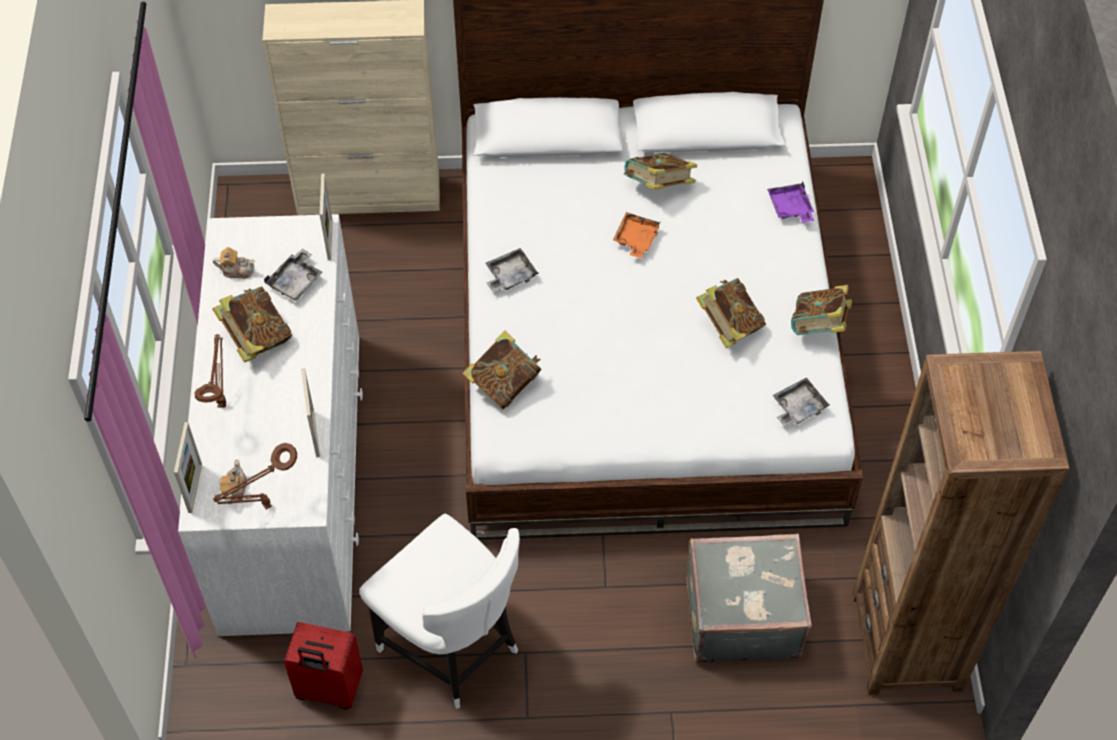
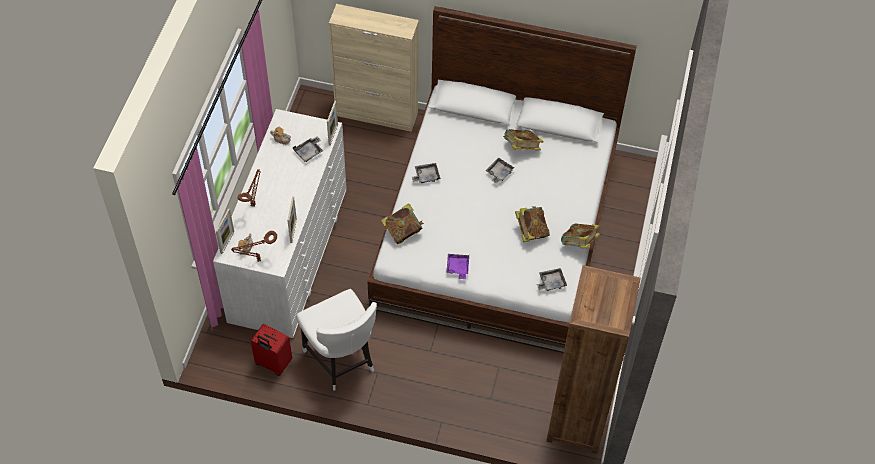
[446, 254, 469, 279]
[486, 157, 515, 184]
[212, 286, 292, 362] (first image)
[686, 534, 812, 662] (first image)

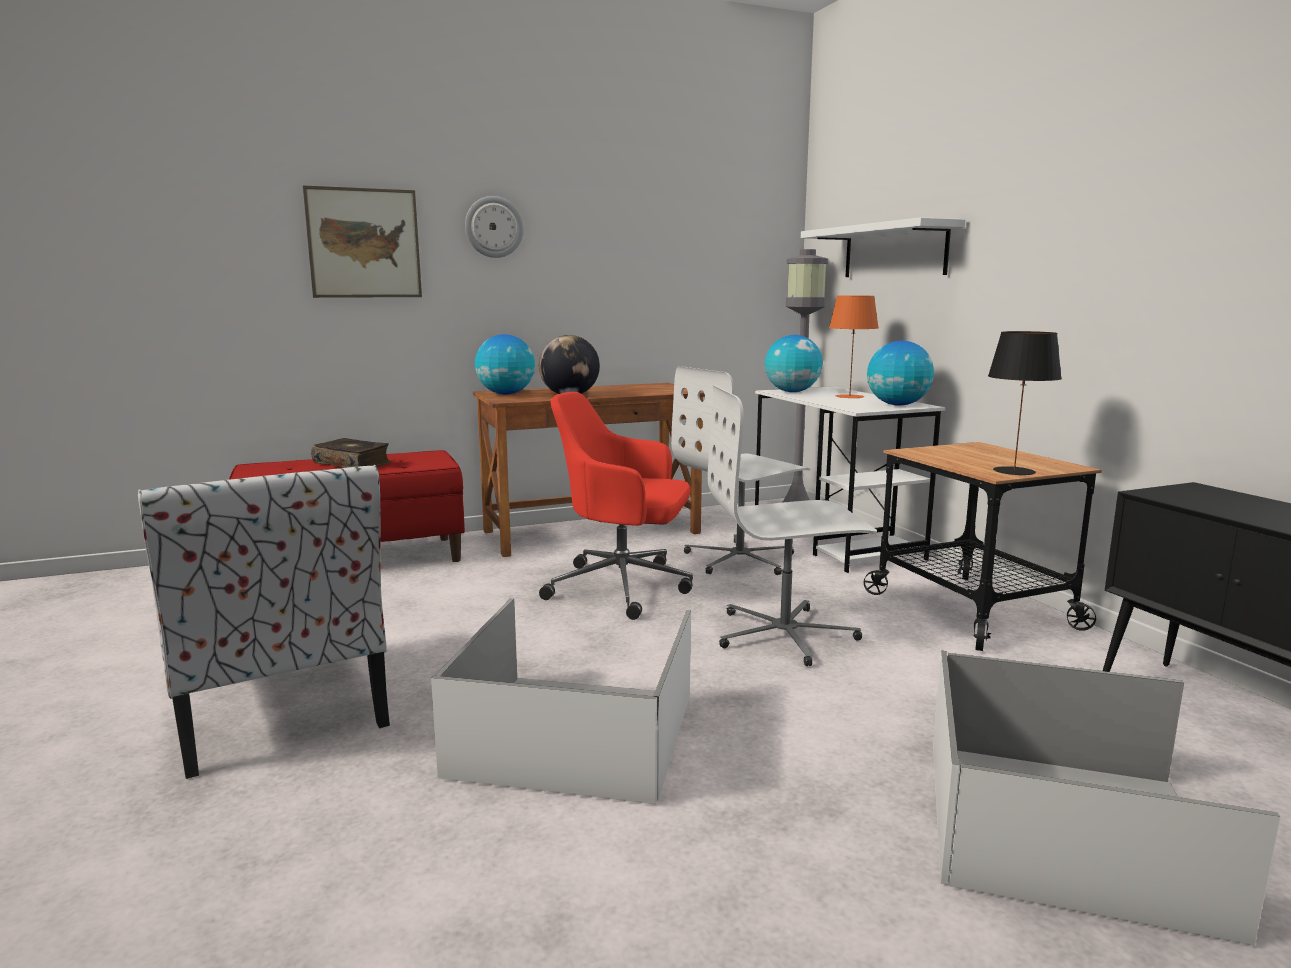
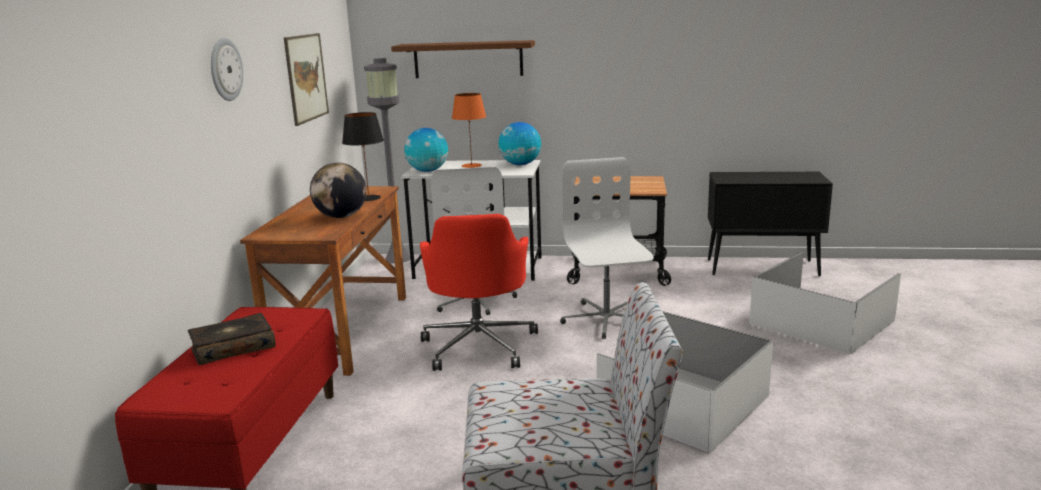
[284, 33, 329, 126]
[391, 40, 535, 78]
[342, 112, 384, 201]
[475, 334, 535, 394] (first image)
[560, 157, 654, 339]
[420, 214, 538, 371]

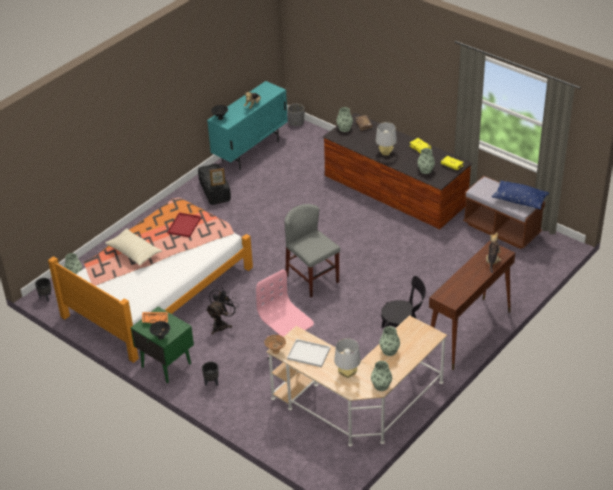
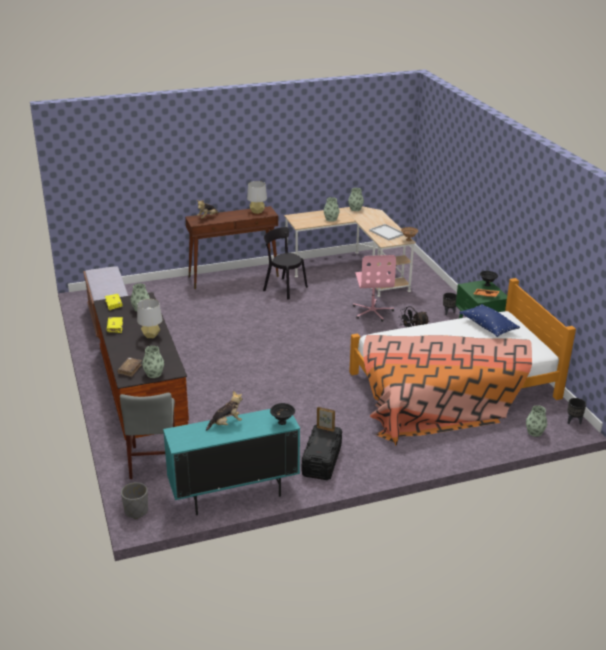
[459, 304, 520, 337]
[120, 393, 175, 479]
[167, 212, 201, 237] (first image)
[105, 228, 162, 266] (first image)
[247, 181, 267, 214]

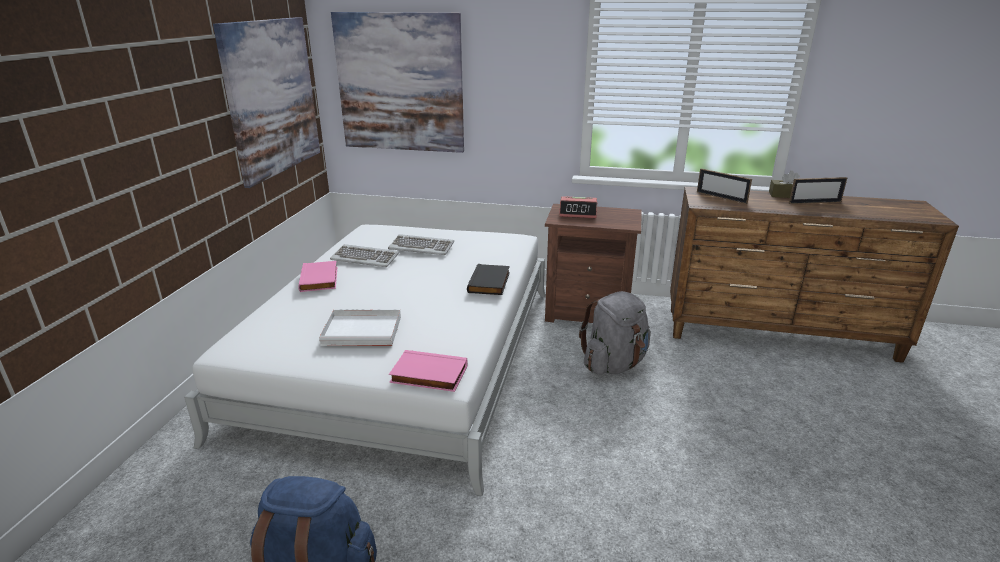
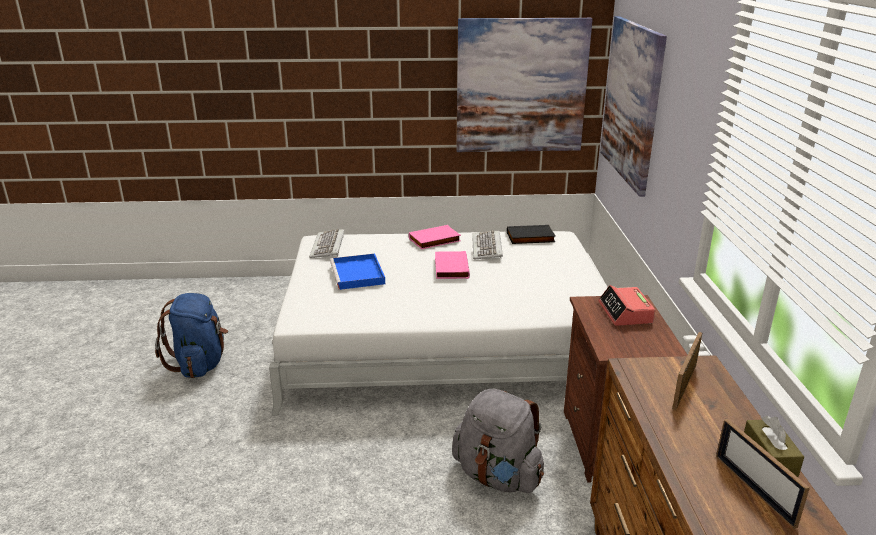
[309, 229, 345, 258]
[507, 225, 556, 244]
[330, 254, 385, 290]
[435, 251, 470, 279]

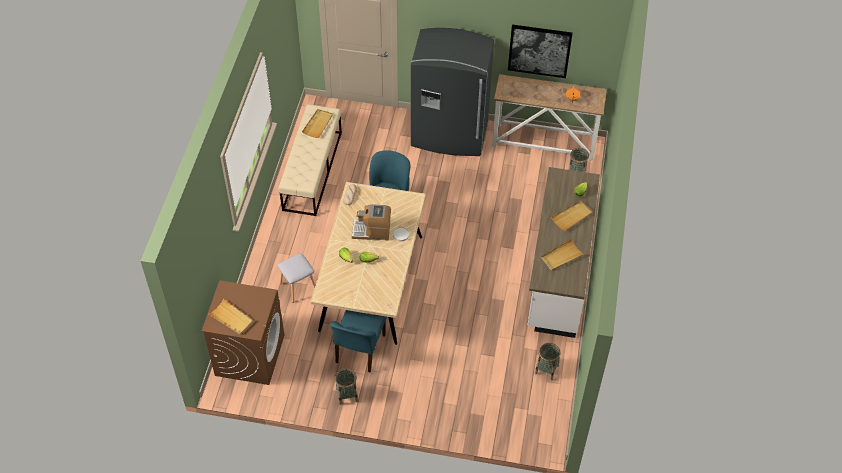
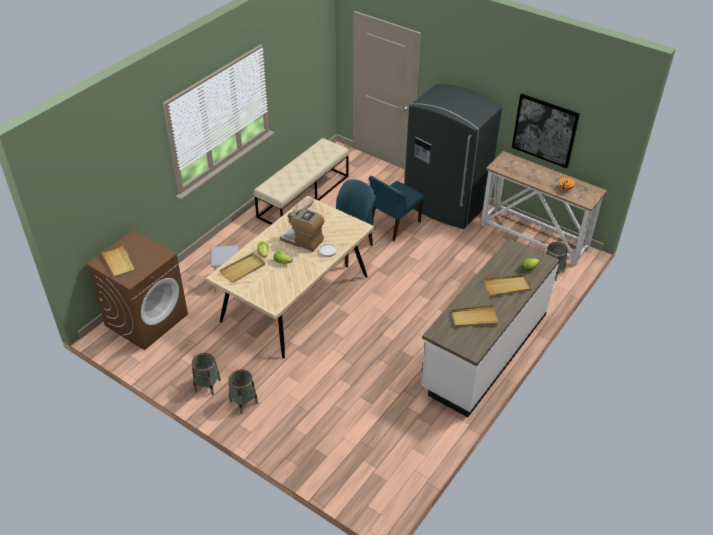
[219, 253, 265, 283]
[369, 176, 424, 241]
[229, 369, 258, 414]

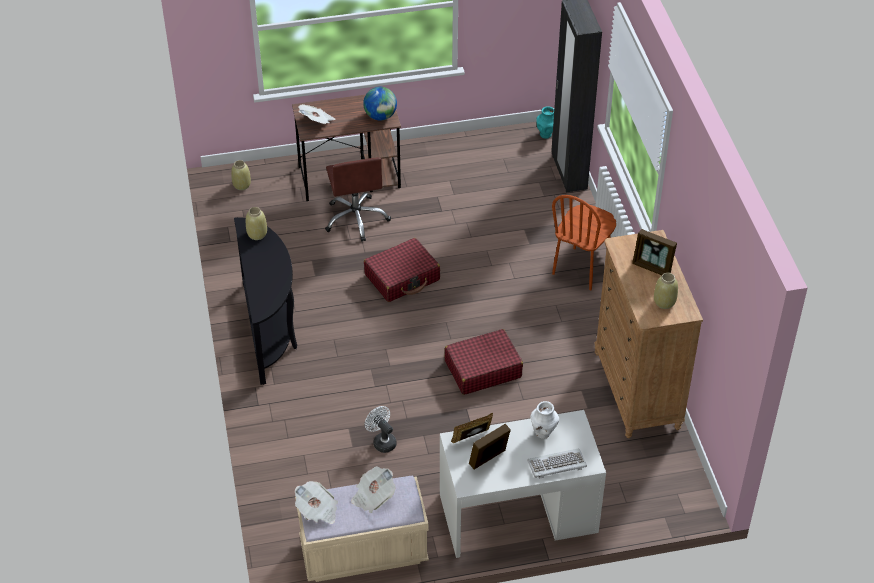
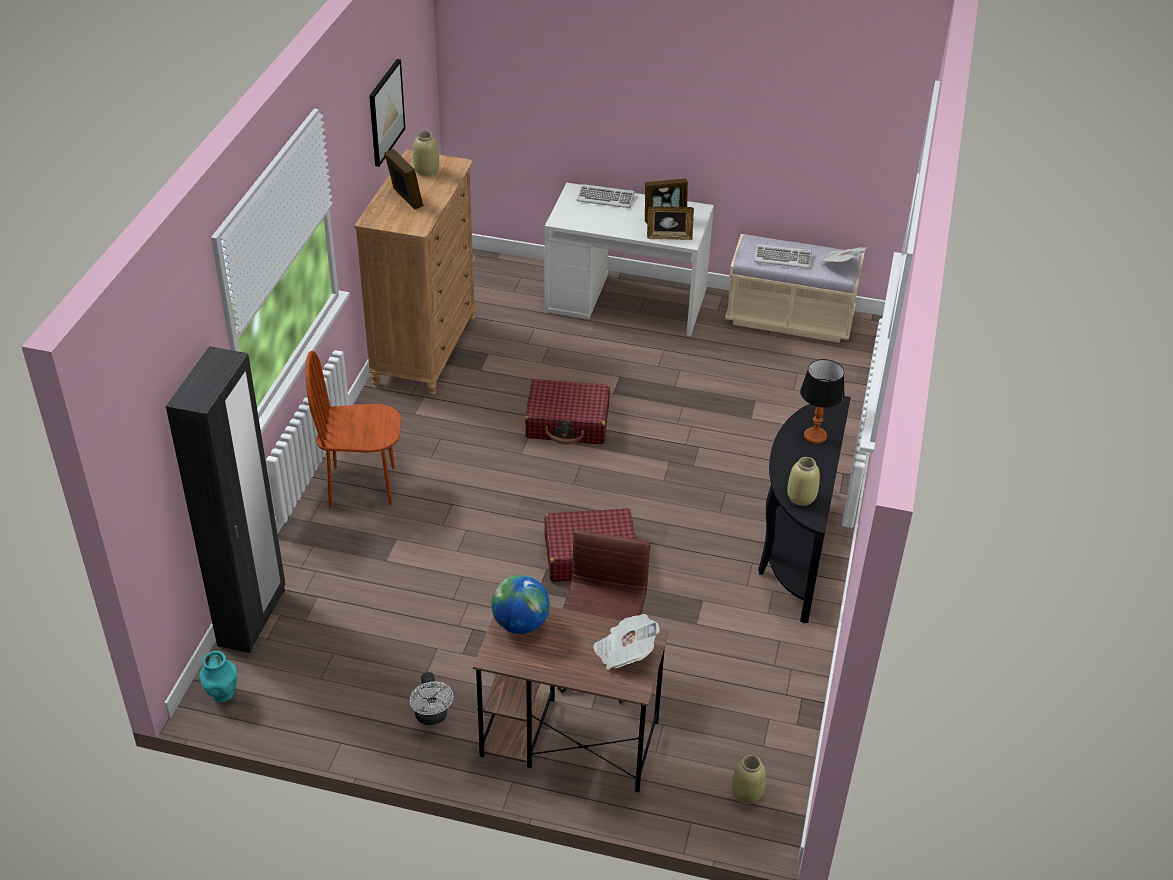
[305, 351, 401, 508]
[530, 401, 559, 439] (first image)
[409, 672, 453, 725]
[754, 244, 812, 268]
[369, 59, 406, 167]
[800, 359, 845, 444]

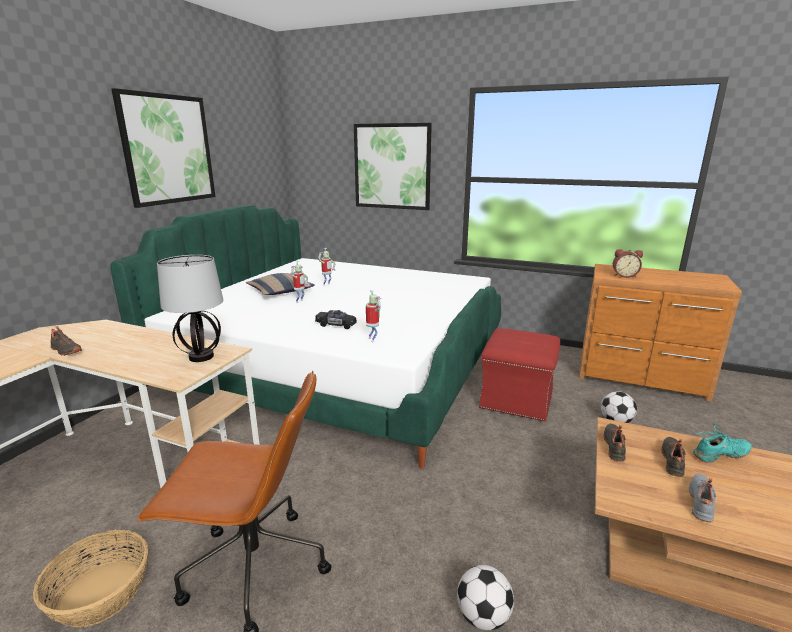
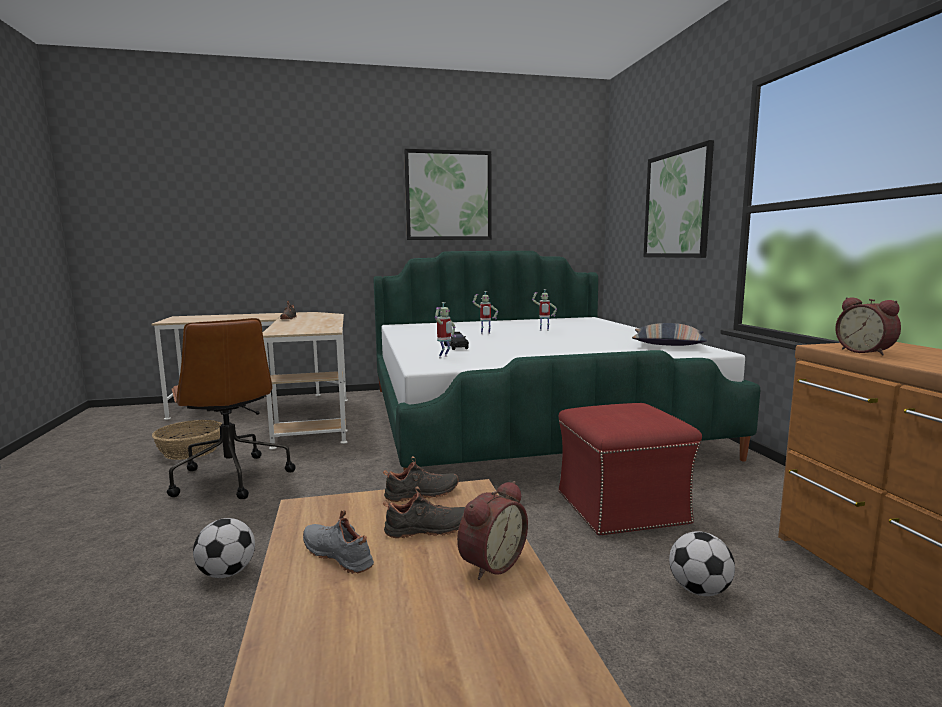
[157, 255, 223, 362] (first image)
[632, 323, 707, 346]
[457, 481, 528, 580]
[303, 510, 374, 574]

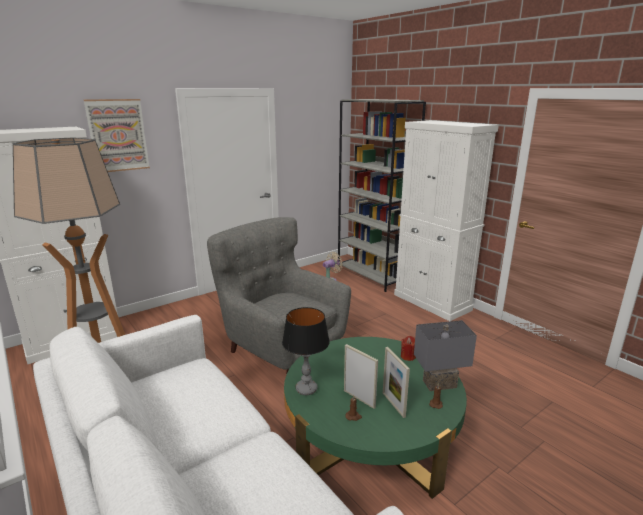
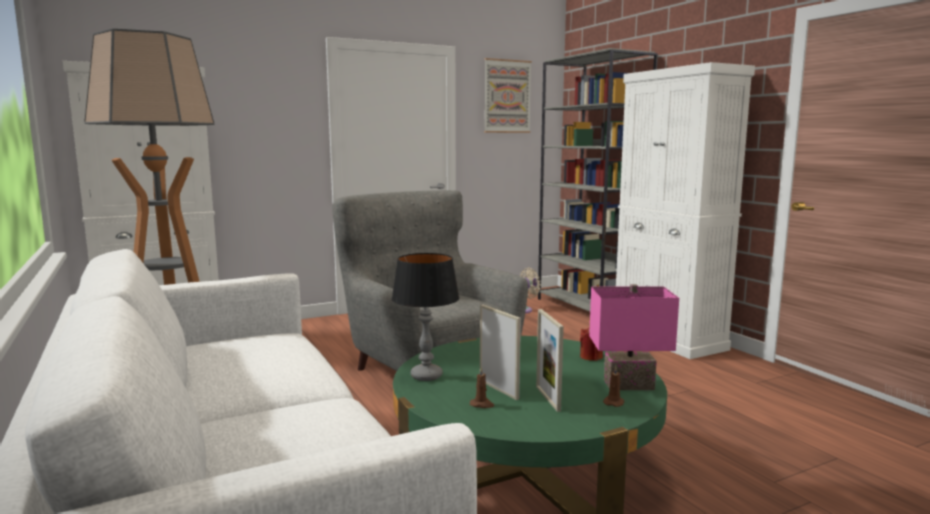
[484, 58, 532, 133]
[589, 284, 679, 390]

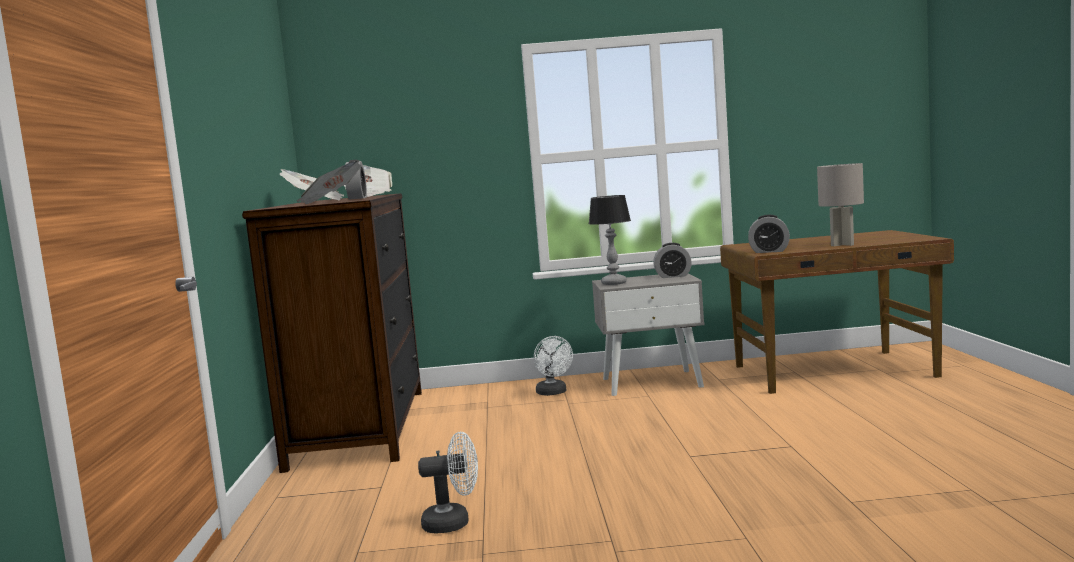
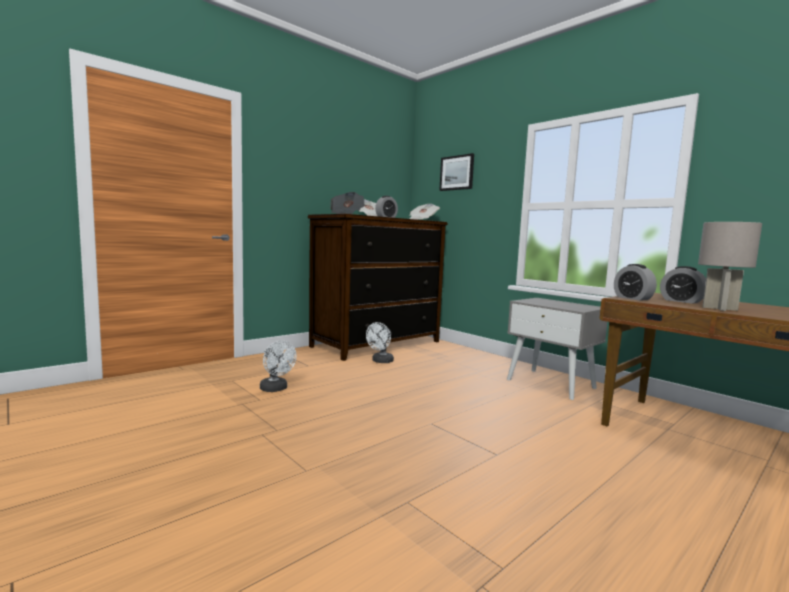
[589, 195, 631, 285] (first image)
[660, 266, 706, 304]
[366, 322, 394, 363]
[439, 153, 474, 191]

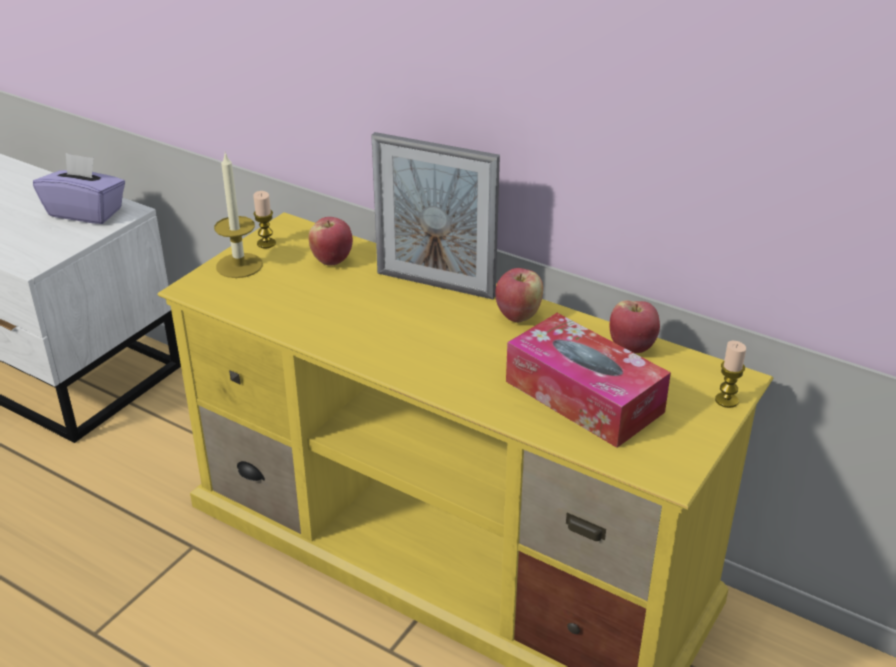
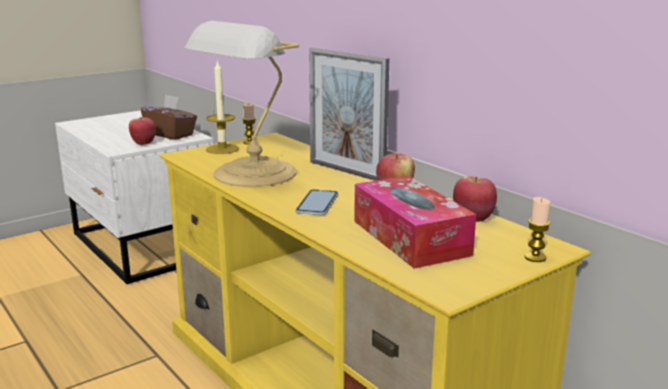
[141, 94, 197, 140]
[129, 117, 156, 145]
[185, 21, 299, 187]
[295, 189, 338, 215]

